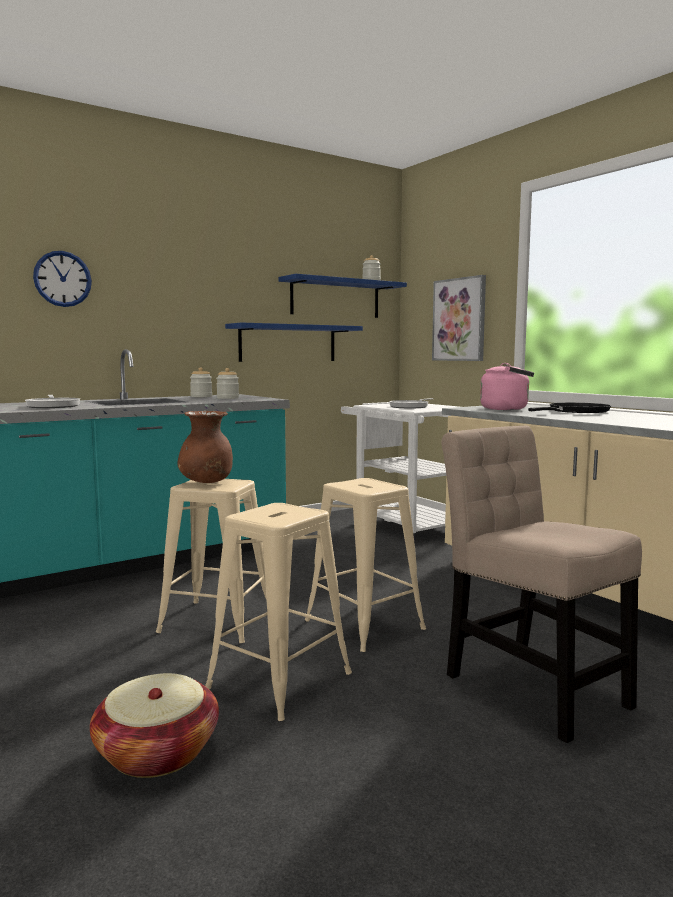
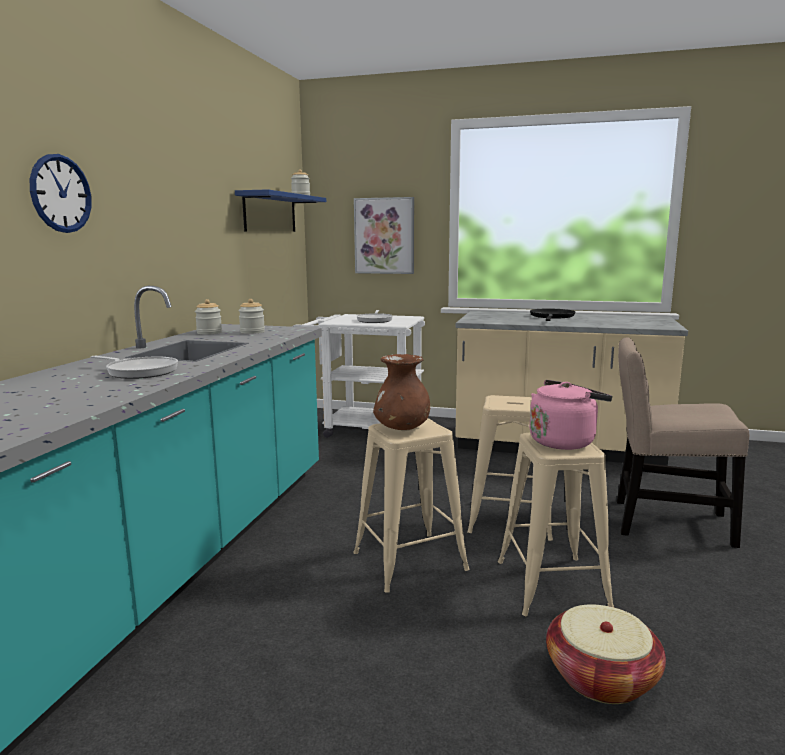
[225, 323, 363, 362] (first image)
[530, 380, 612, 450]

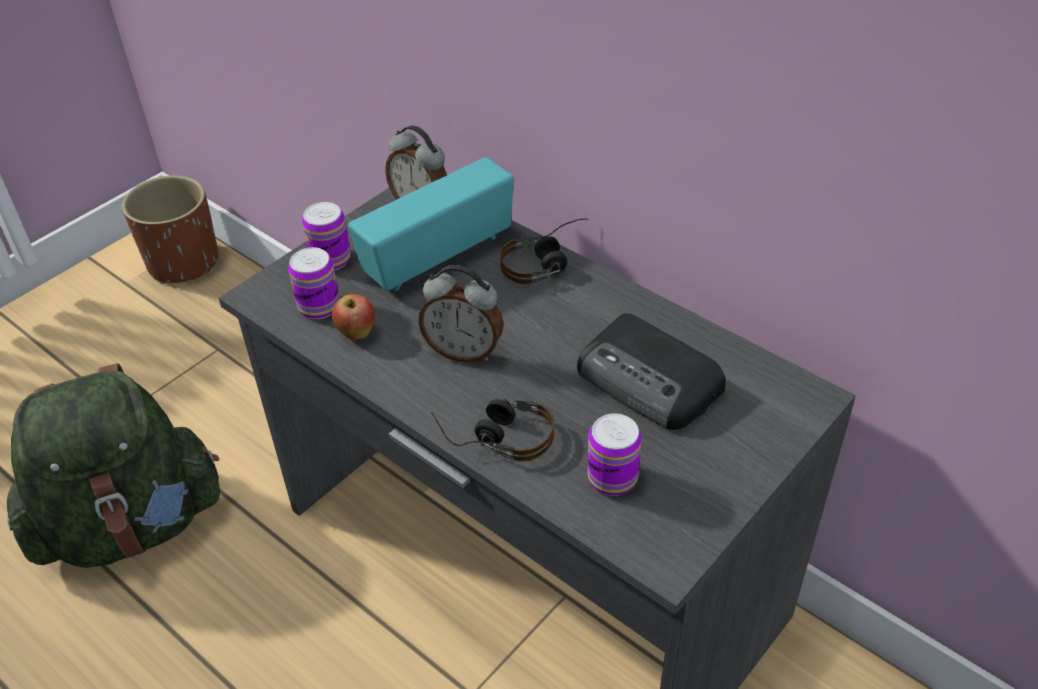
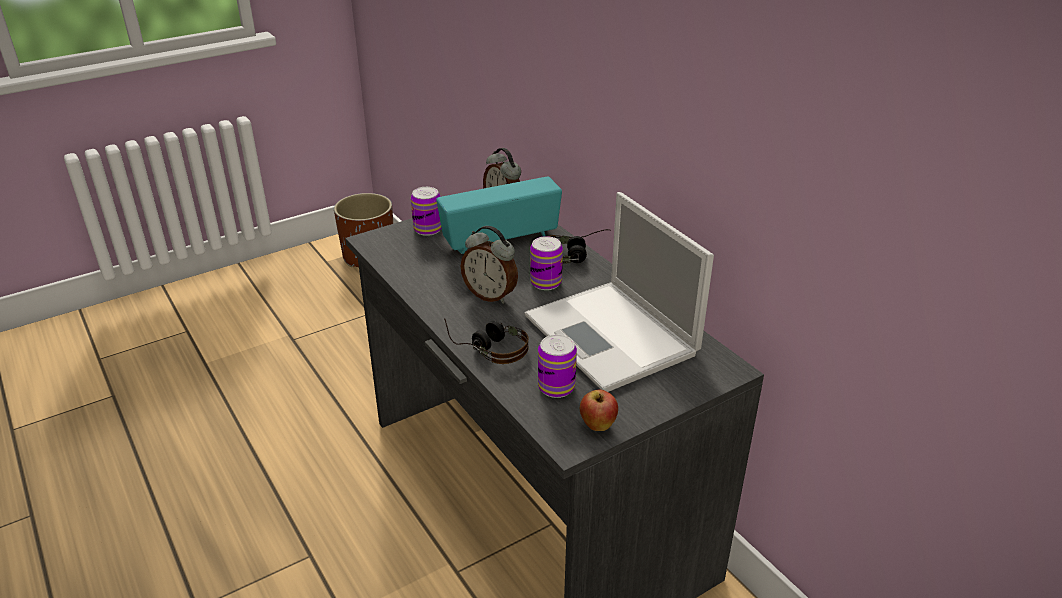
[530, 236, 563, 290]
[580, 389, 618, 431]
[525, 192, 714, 392]
[7, 363, 220, 568] (first image)

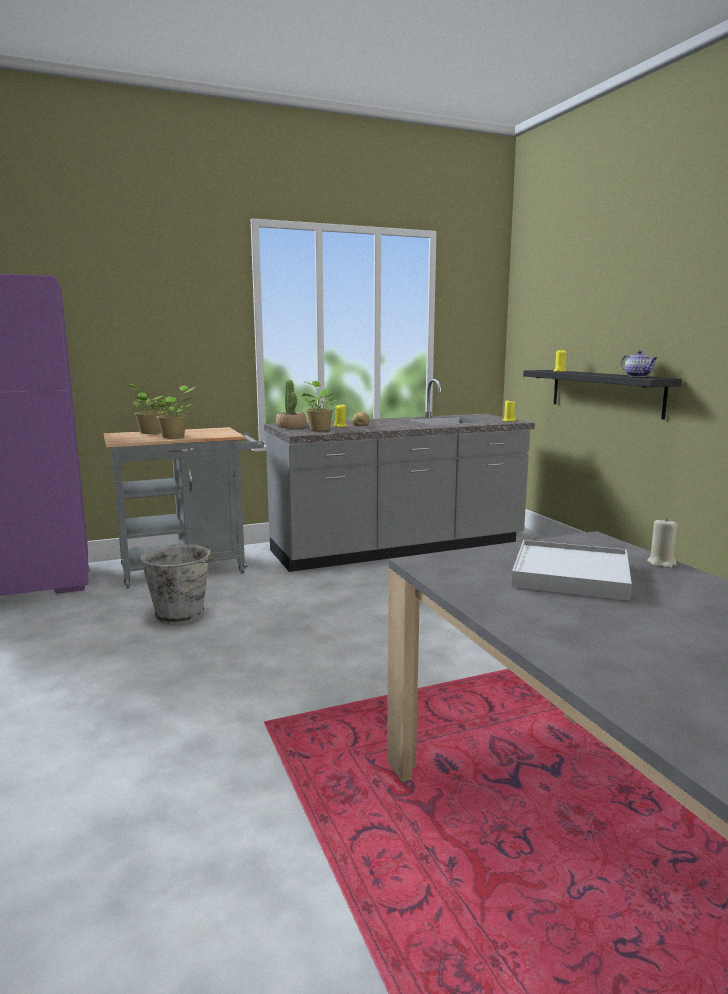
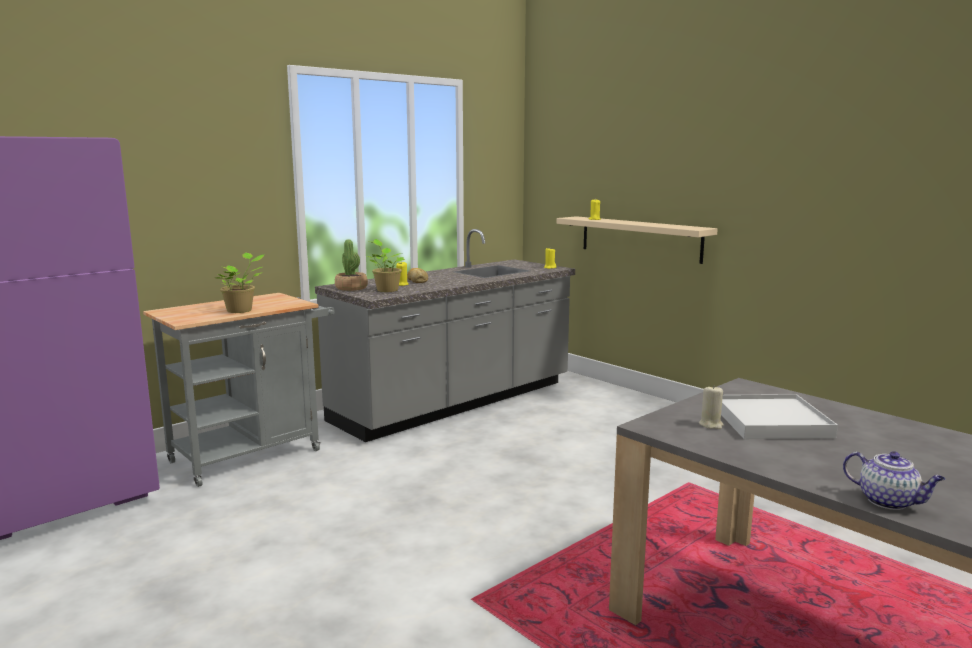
[843, 451, 945, 510]
[557, 216, 718, 264]
[128, 384, 168, 434] (first image)
[699, 387, 724, 429]
[140, 544, 216, 625] (first image)

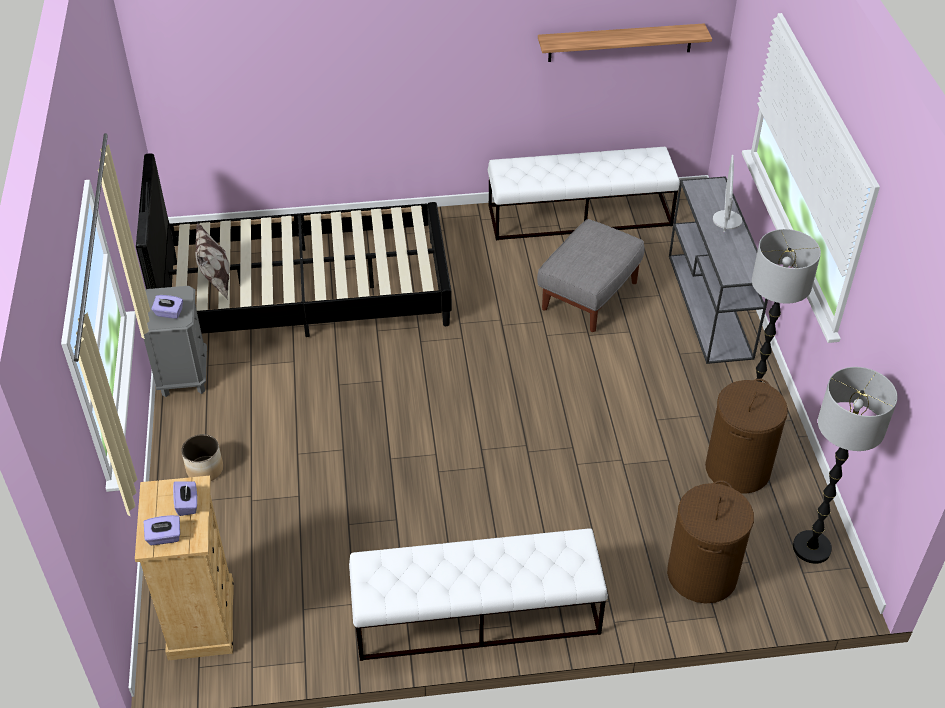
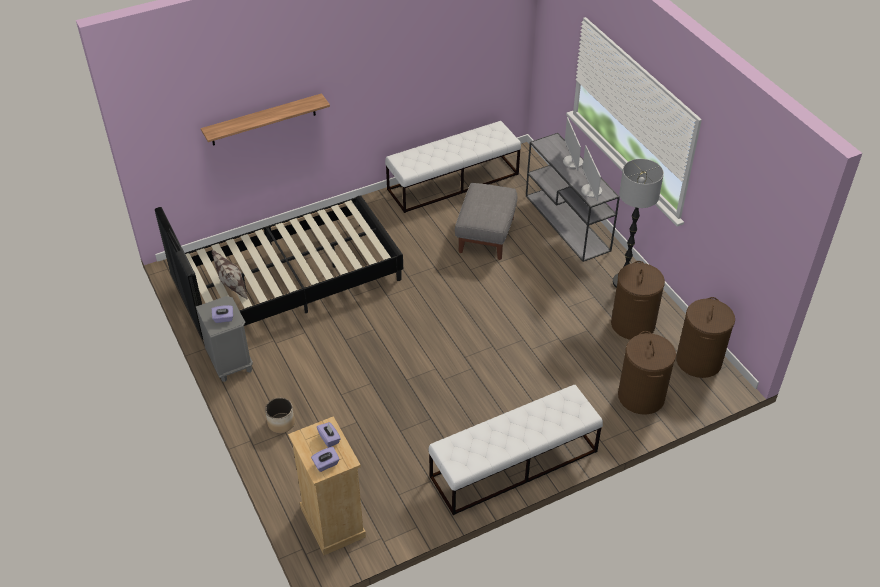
[201, 93, 330, 146]
[676, 297, 735, 378]
[581, 145, 602, 201]

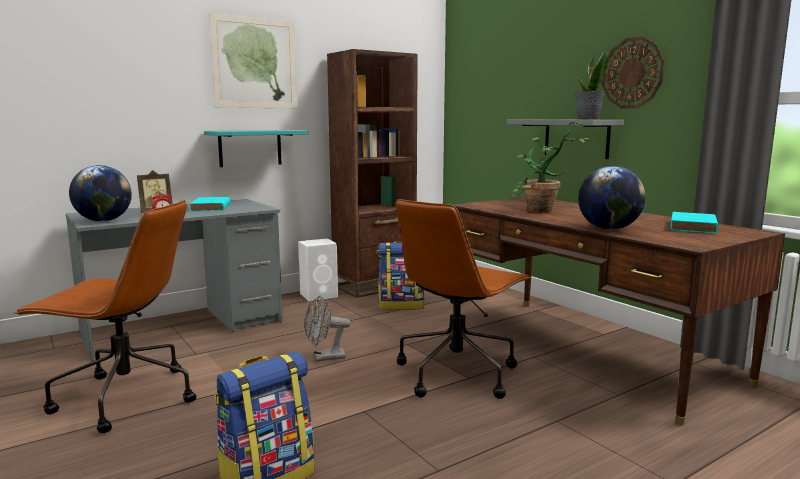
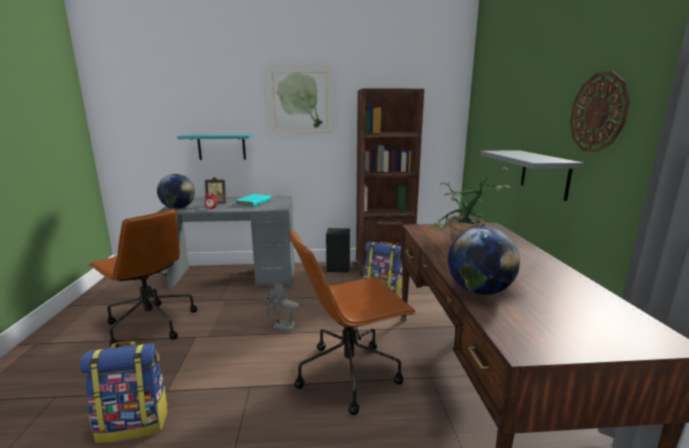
[574, 50, 608, 119] (first image)
[177, 134, 254, 160]
[670, 212, 719, 233] (first image)
[326, 228, 350, 273]

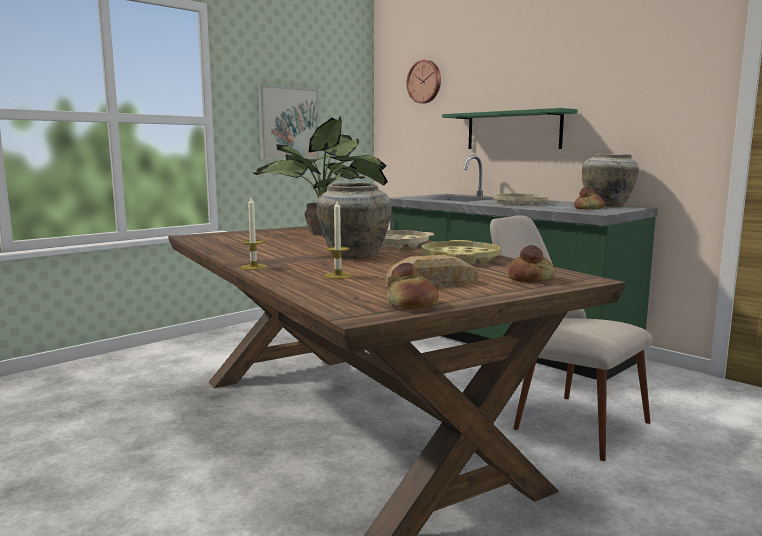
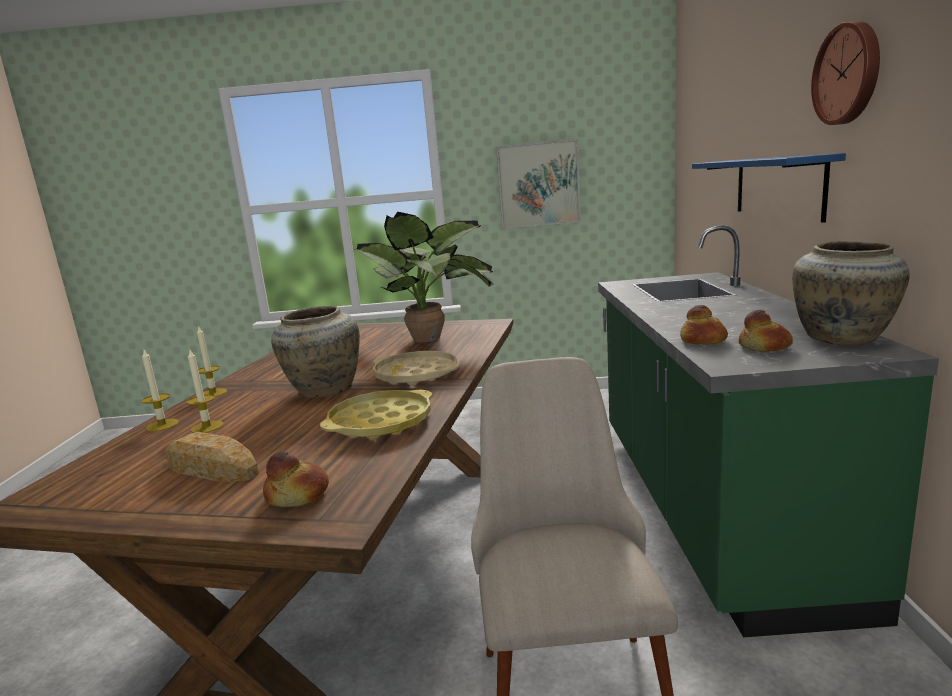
[811, 21, 880, 125]
[692, 153, 846, 223]
[494, 193, 548, 205] (first image)
[680, 305, 728, 344]
[142, 348, 179, 432]

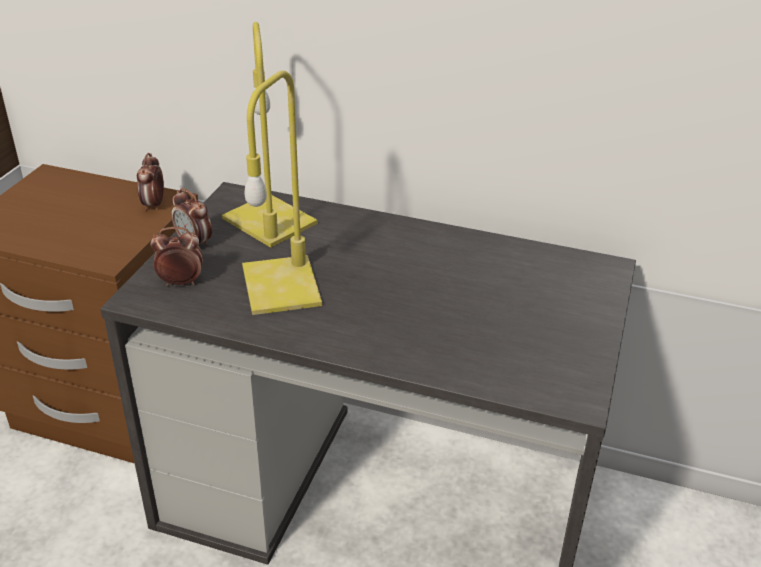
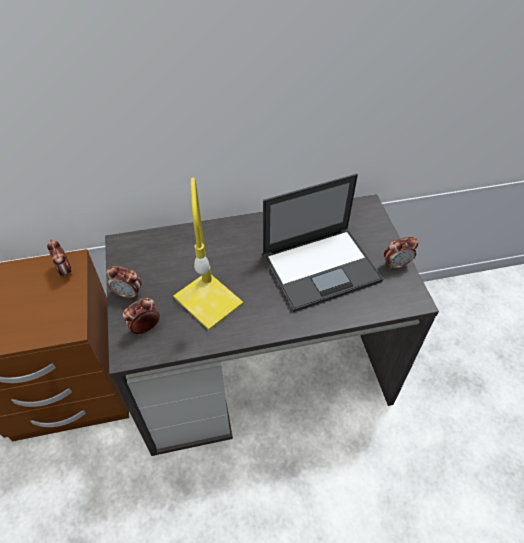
[222, 22, 318, 248] (first image)
[262, 174, 383, 312]
[384, 236, 418, 270]

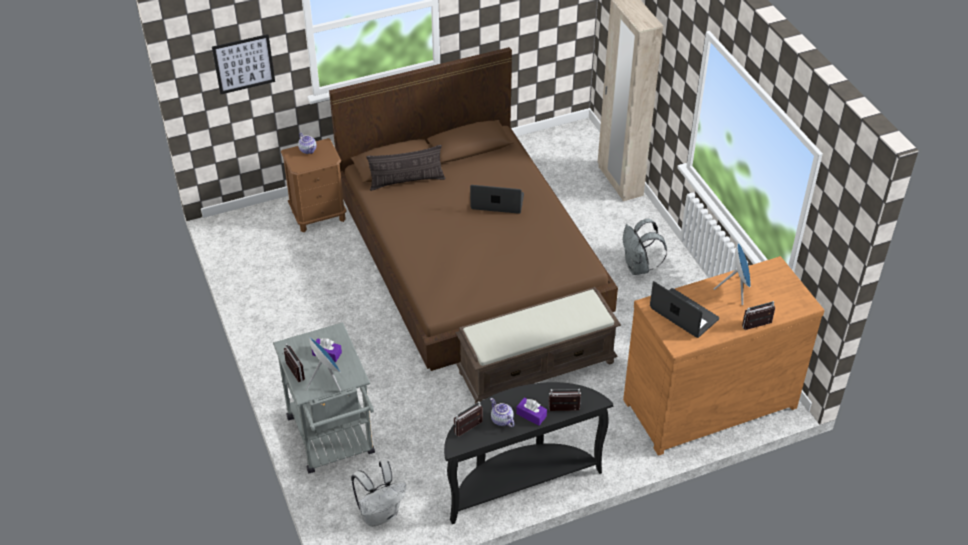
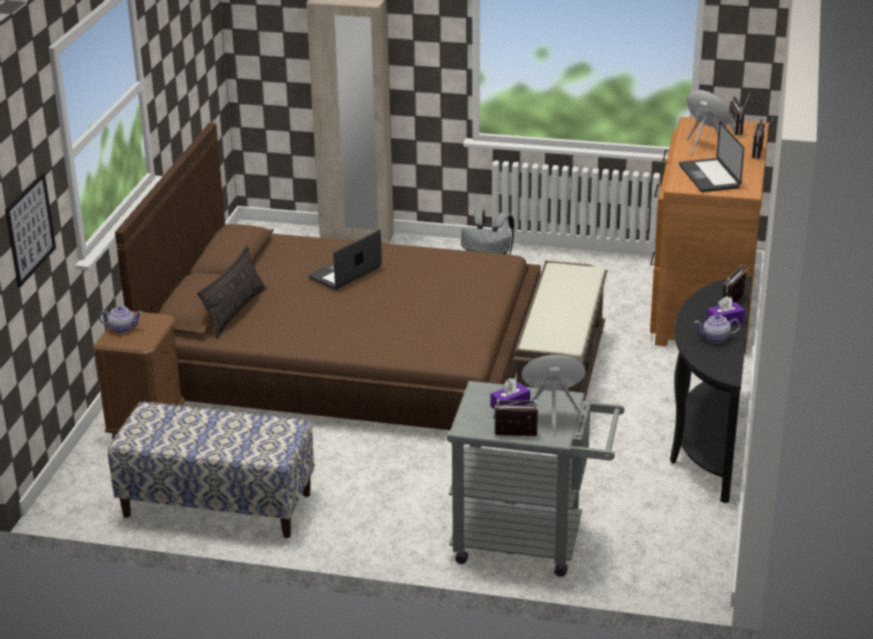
[679, 121, 744, 192]
[729, 94, 750, 136]
[351, 460, 406, 526] (first image)
[108, 402, 314, 538]

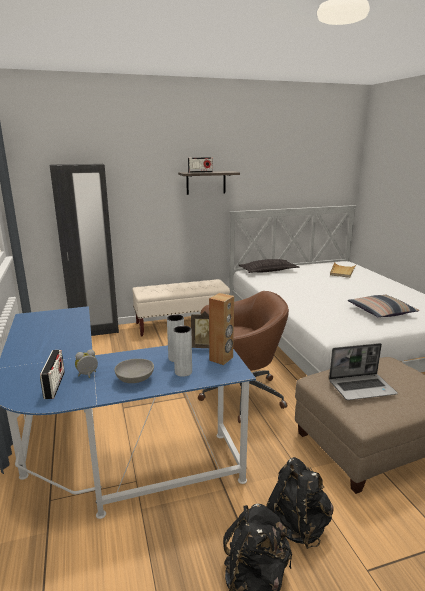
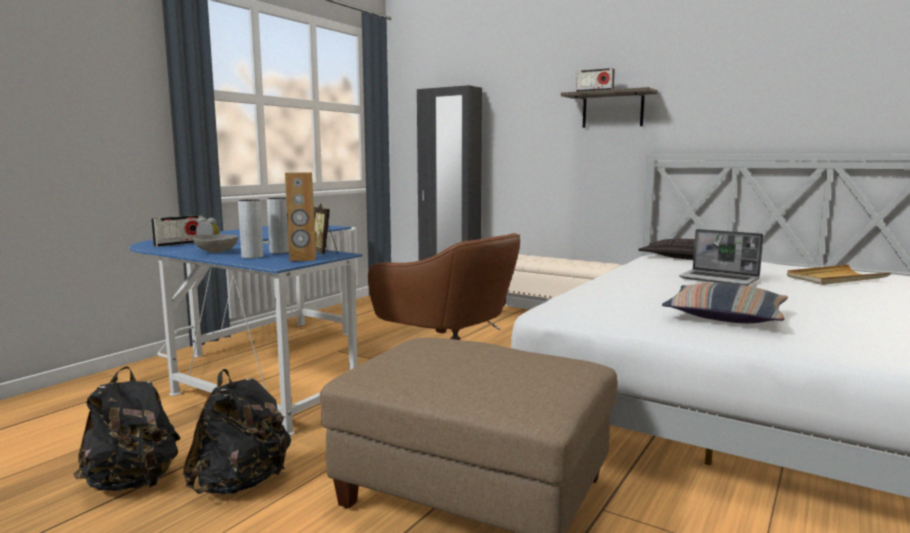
[679, 229, 763, 286]

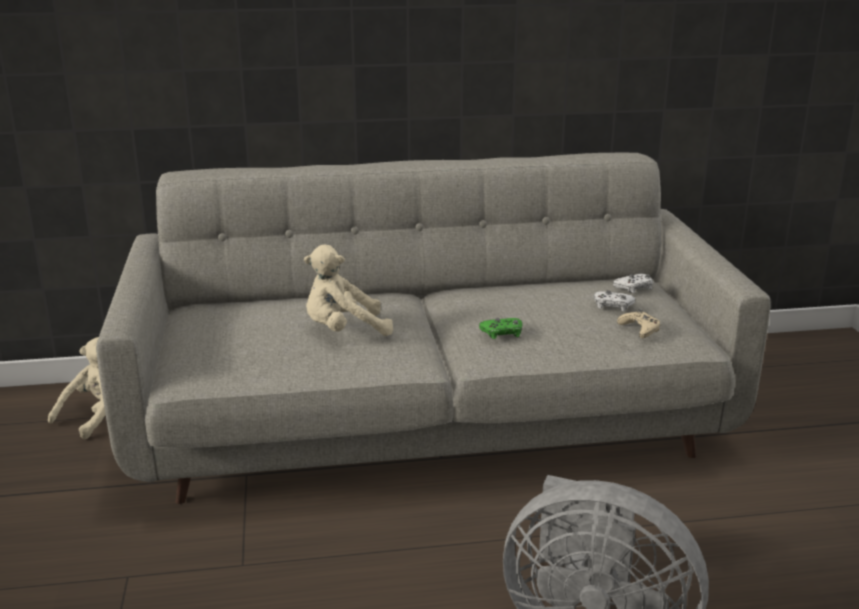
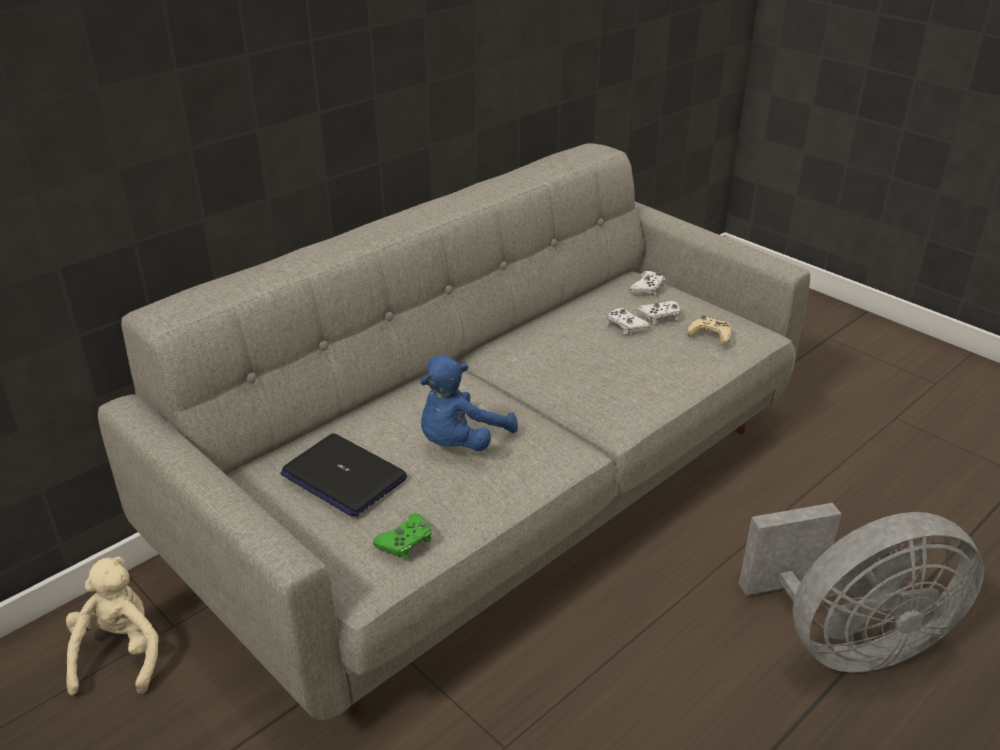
[420, 355, 518, 451]
[373, 514, 432, 559]
[607, 308, 650, 335]
[280, 433, 407, 517]

